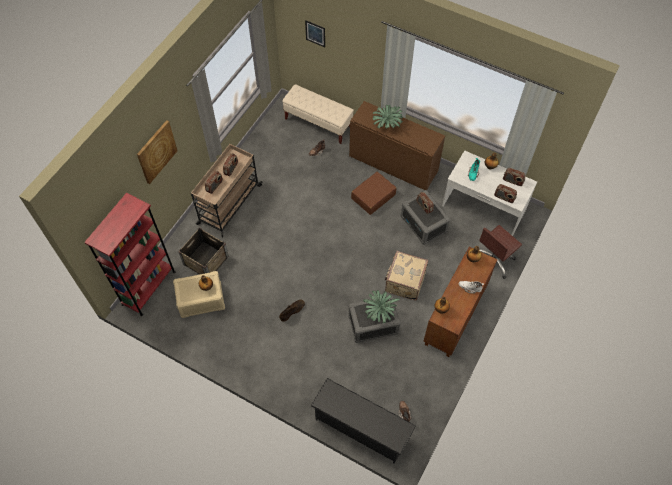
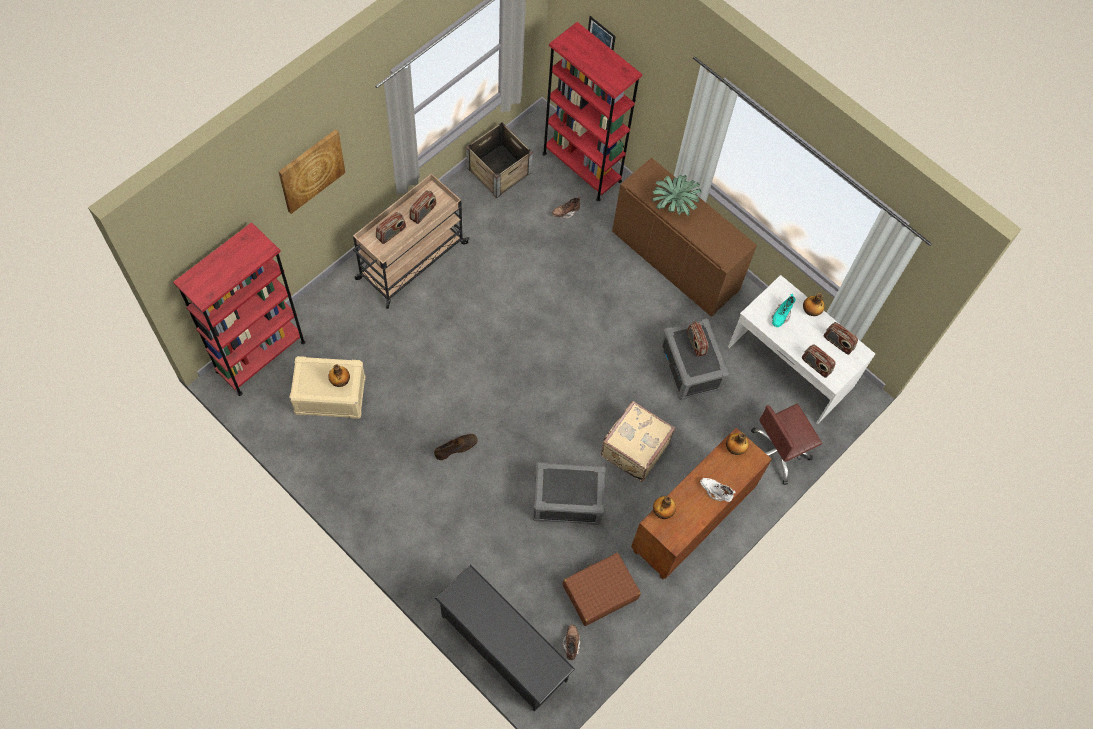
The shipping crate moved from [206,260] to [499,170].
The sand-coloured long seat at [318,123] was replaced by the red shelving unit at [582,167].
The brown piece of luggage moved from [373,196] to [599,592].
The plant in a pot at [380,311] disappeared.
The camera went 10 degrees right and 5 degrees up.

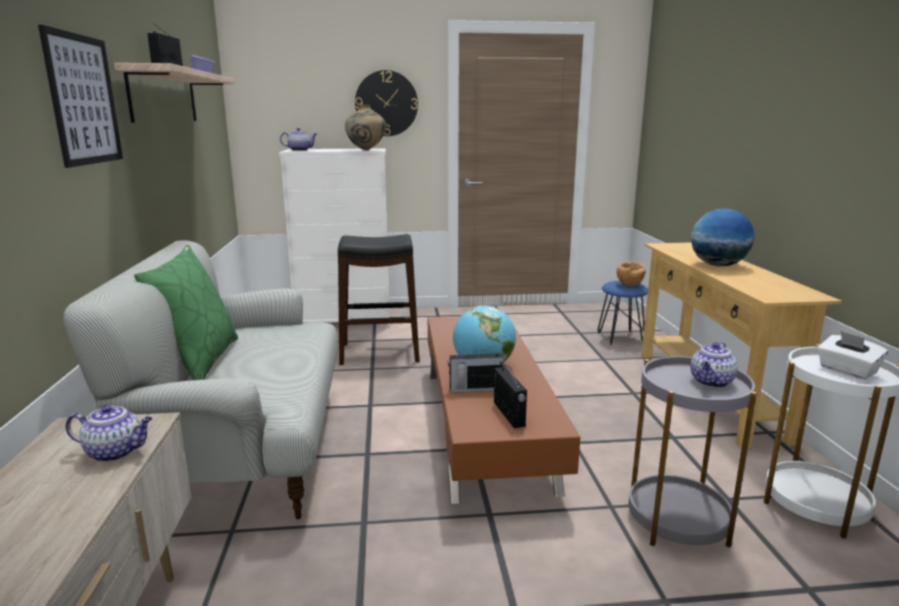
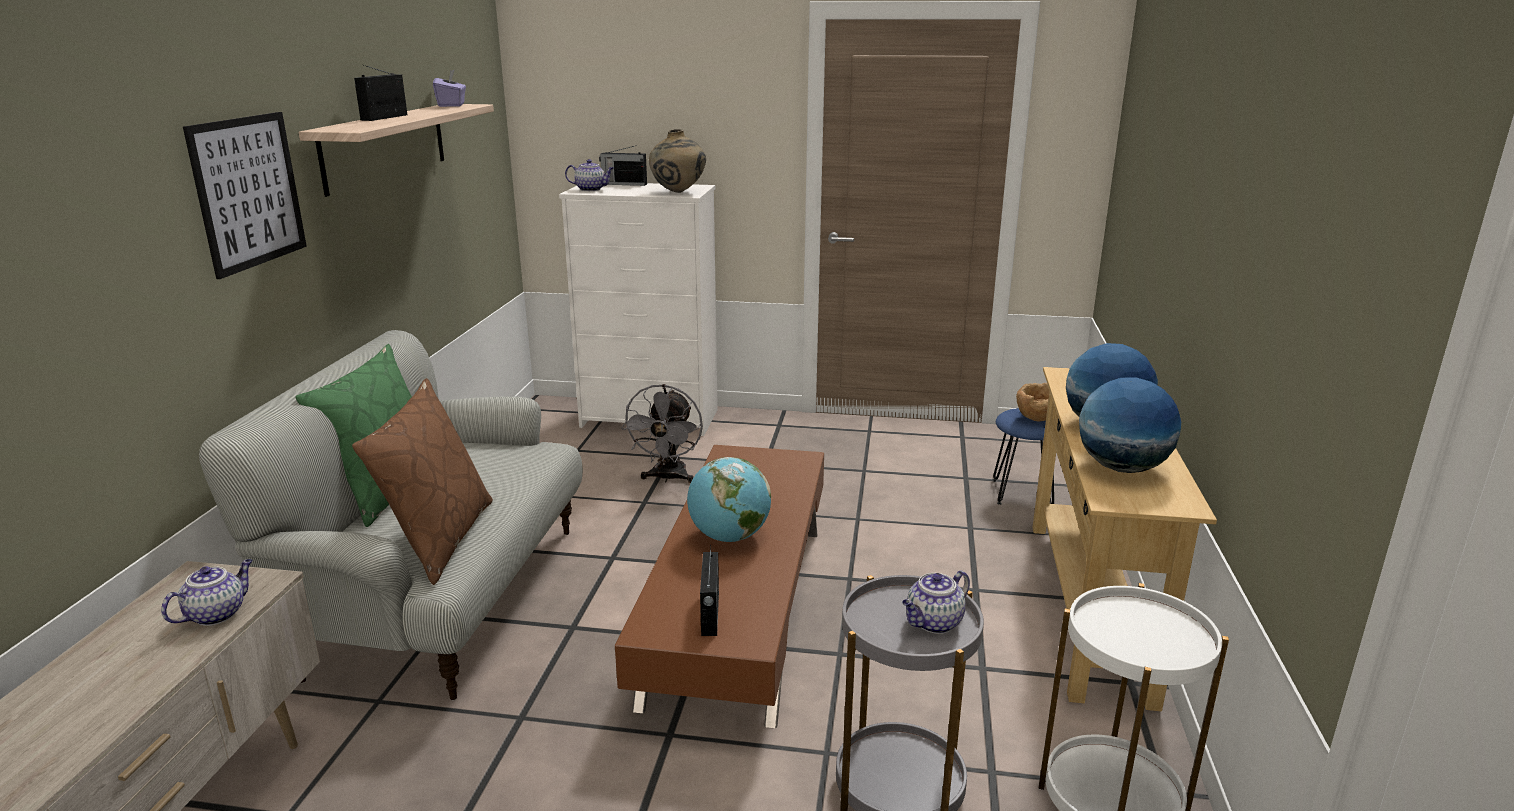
The teapot at [116,452] turned 75 degrees counterclockwise.
The brown cushion at [439,539] appeared.
The radio moved from [474,389] to [623,184].
The black-coloured stool seat at [380,352] was replaced by the grey electric fan at [668,478].
The globe at [1122,467] appeared.
The wall clock at [386,103] disappeared.
The white-coloured box of tissues at [847,370] disappeared.
The camera went 15 degrees right and 5 degrees up.

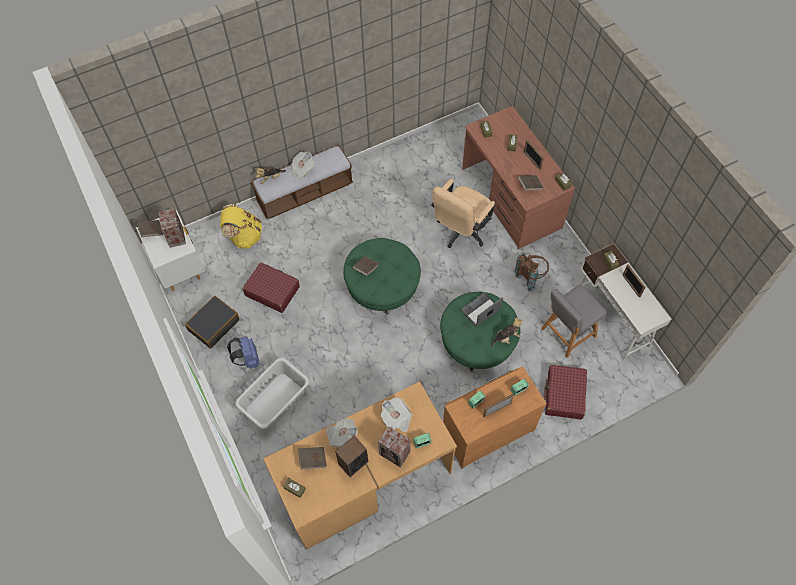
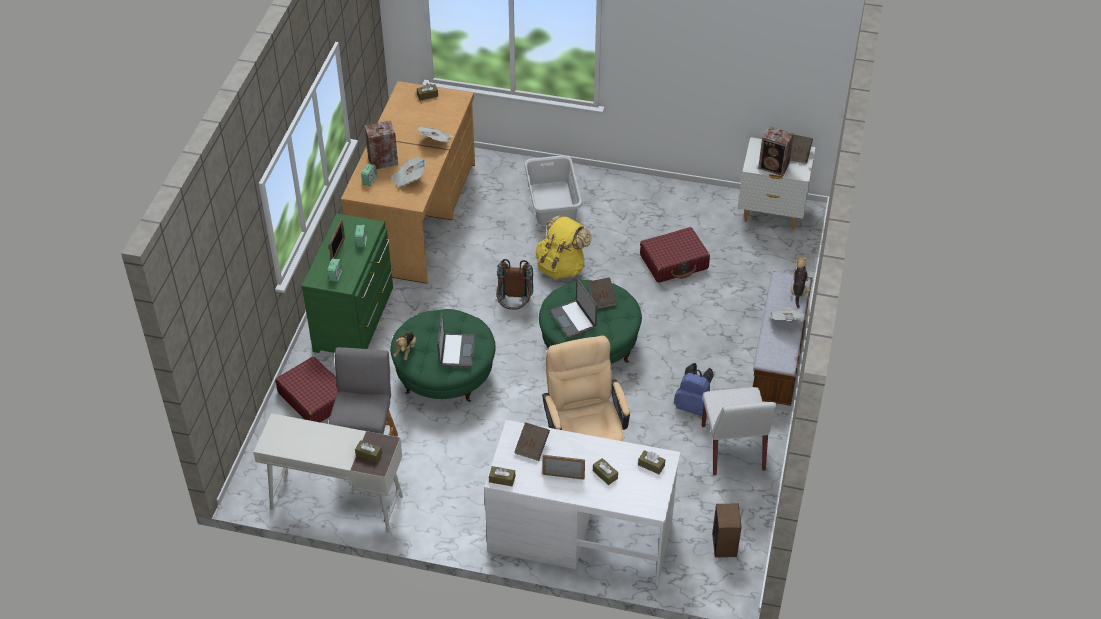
The brown chest of drawers at [486,430] became the greenish chest of drawers at [356,319].
The brown desk at [511,198] became the white-coloured desk at [580,534].
The brown knapsack moved from [531,276] to [514,307].
The yellow knapsack moved from [244,236] to [561,267].
The portable computer at [574,319] appeared.
The blue knapsack moved from [248,359] to [694,406].
The white-coloured plain chair at [733,448] appeared.
The audio speaker moved from [353,462] to [724,545].
The black-coloured piece of luggage at [214,325] disappeared.
The brown volume at [313,459] disappeared.
The picture frame at [631,286] disappeared.
The camera went 130 degrees right and 15 degrees down.

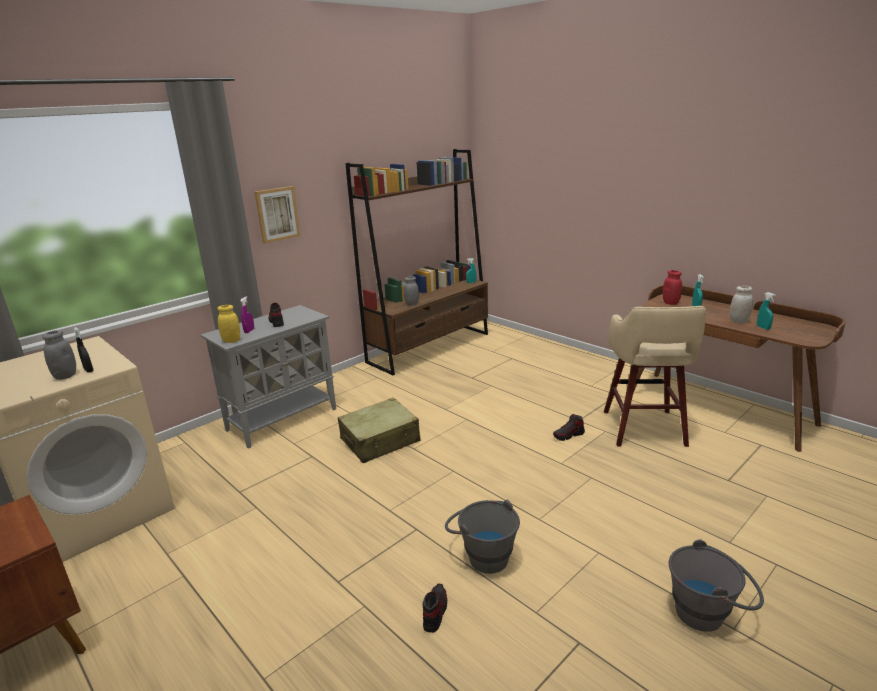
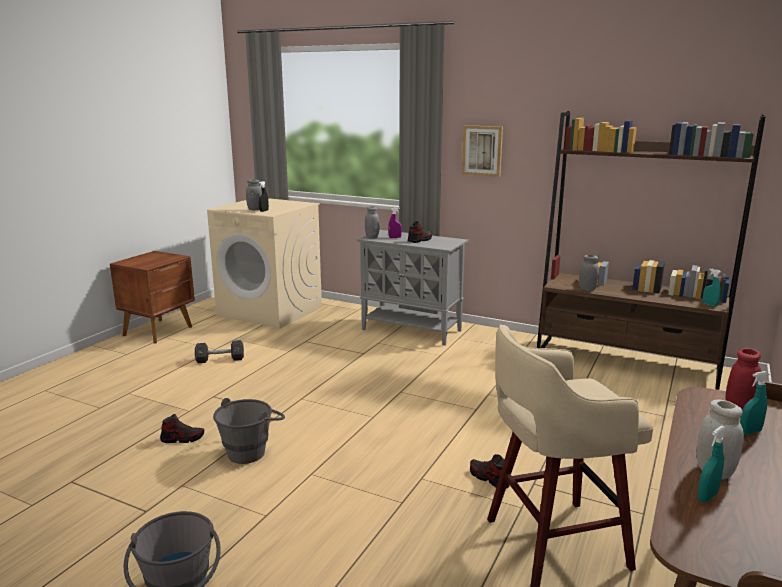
The black-coloured free weight at [220,359] appeared.
The yellow jar at [231,341] became the grey jar at [372,237].
The sand-coloured piece of luggage at [380,440] disappeared.
The camera went 70 degrees right and 5 degrees down.

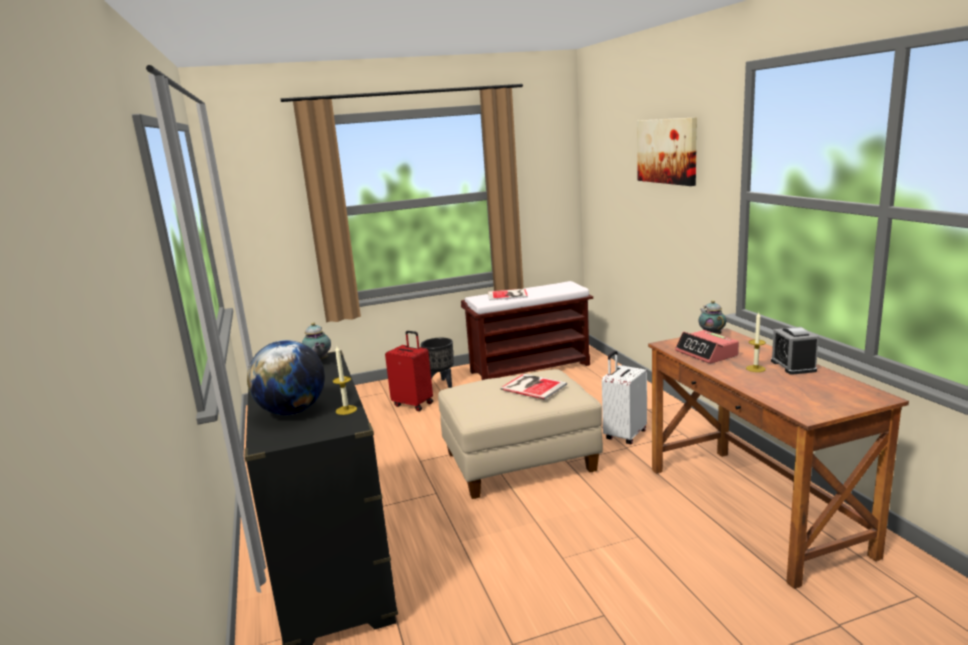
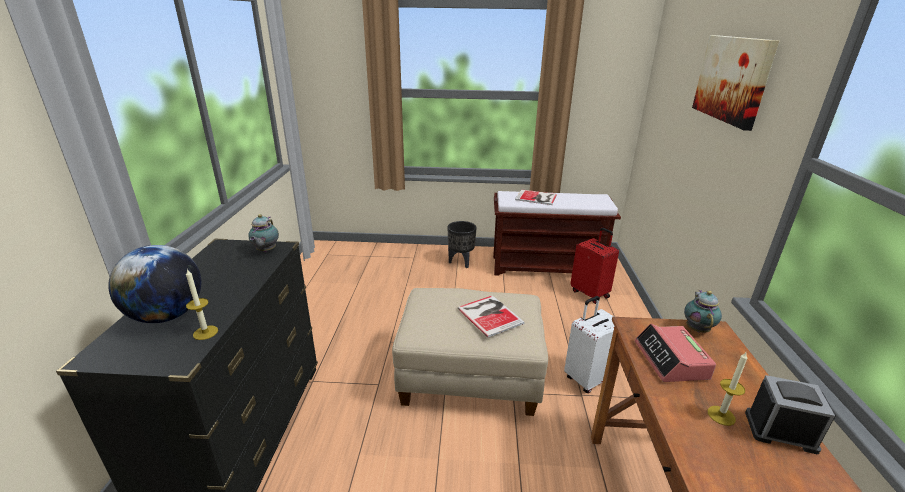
The red piece of luggage moved from [413,404] to [590,293].
The table clock at [793,366] turned 90 degrees clockwise.
The camera went 20 degrees right and 10 degrees up.

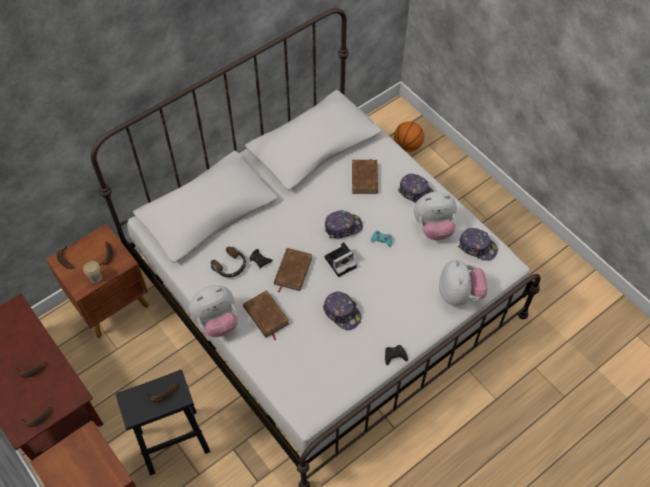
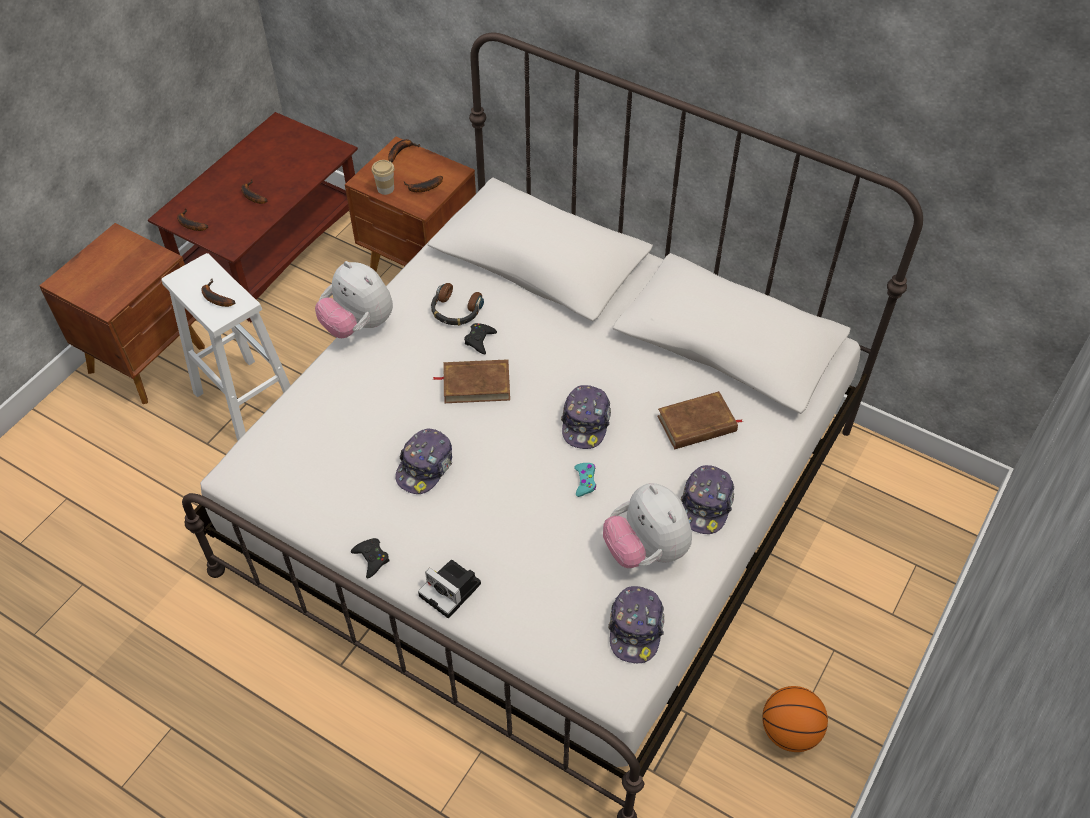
The black-coloured stool seat at [172,442] became the white-coloured stool seat at [245,399].
The photo camera moved from [341,261] to [452,590].
The peaked cap at [343,227] turned 45 degrees clockwise.
The basketball moved from [407,146] to [789,731].
The brown volume at [266,316] disappeared.
The cuddly toy at [459,294] disappeared.
The camera went 70 degrees right and 5 degrees down.

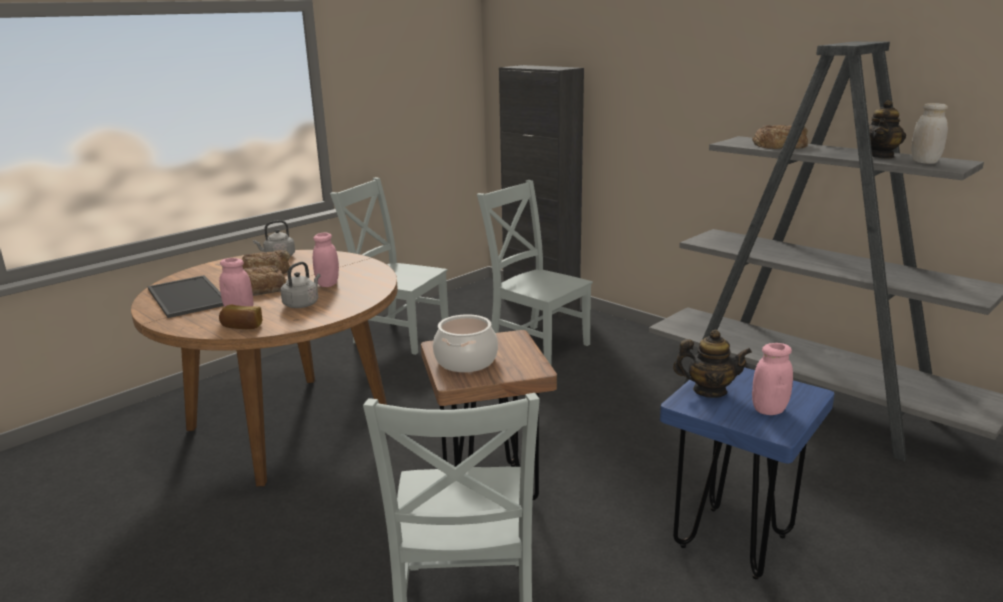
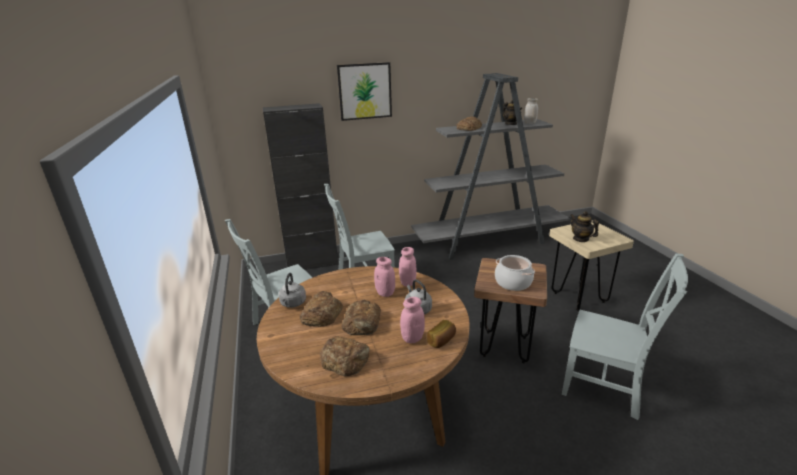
The tray at [189,296] was replaced by the bread at [345,359].
The wall picture at [365,91] appeared.
The pinkish jar moved from [769,410] to [407,283].
The blue stool seat at [732,541] became the sand-coloured stool seat at [579,297].
The teapot at [709,391] turned 75 degrees counterclockwise.
The camera went 60 degrees left and 5 degrees up.

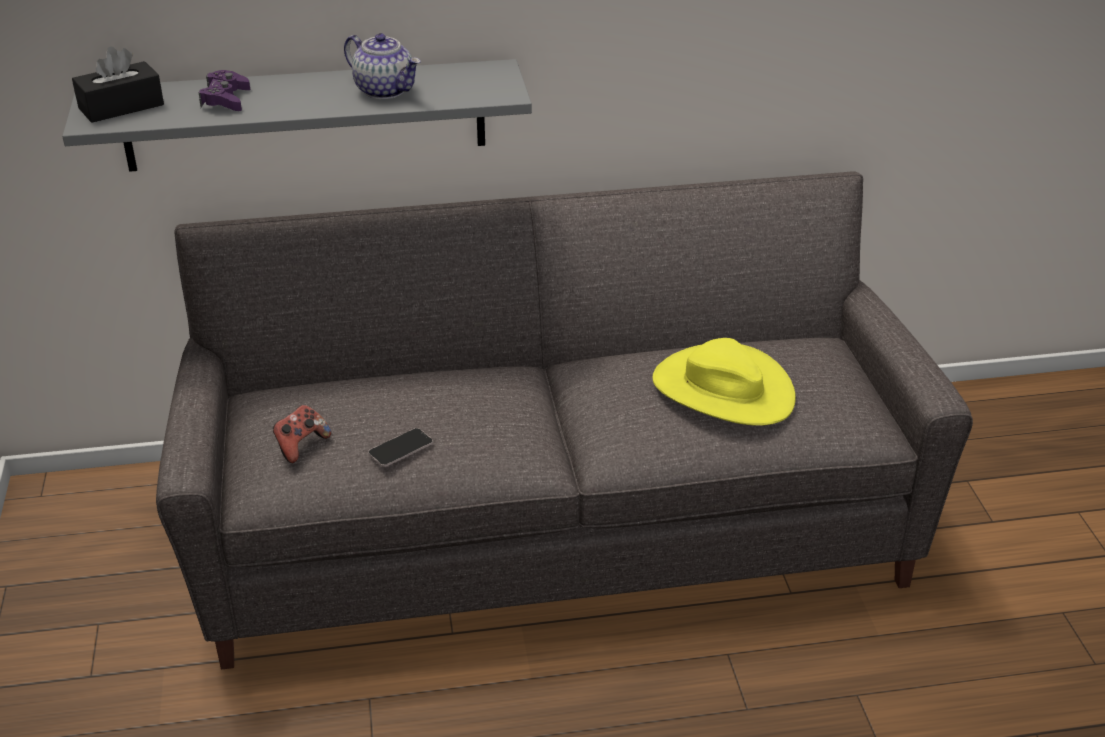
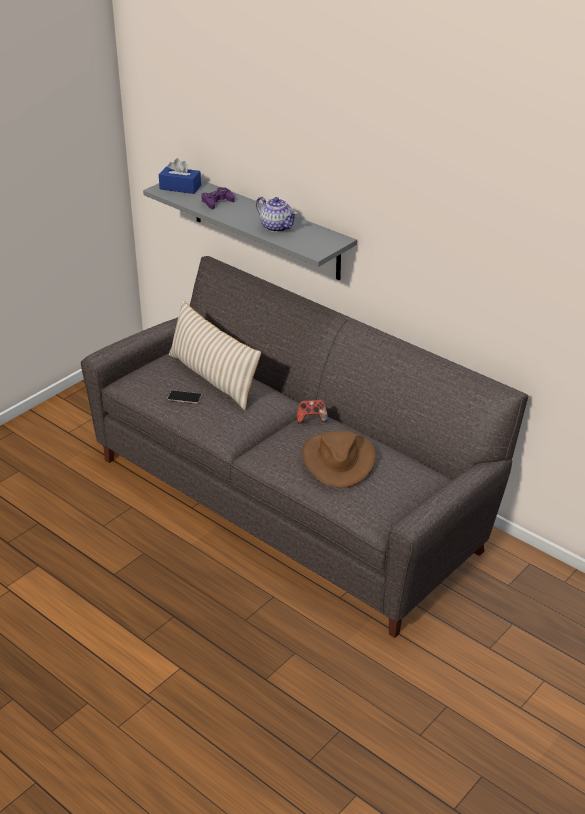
The black-coloured box of tissues at [121,106] became the blue box of tissues at [180,187].
The sand-coloured cushion at [213,378] appeared.
The teapot at [385,90] turned 45 degrees counterclockwise.
The joypad moved from [301,445] to [311,418].
The yellow hat at [722,390] became the brown hat at [338,460].
The camera went 50 degrees right and 0 degrees up.

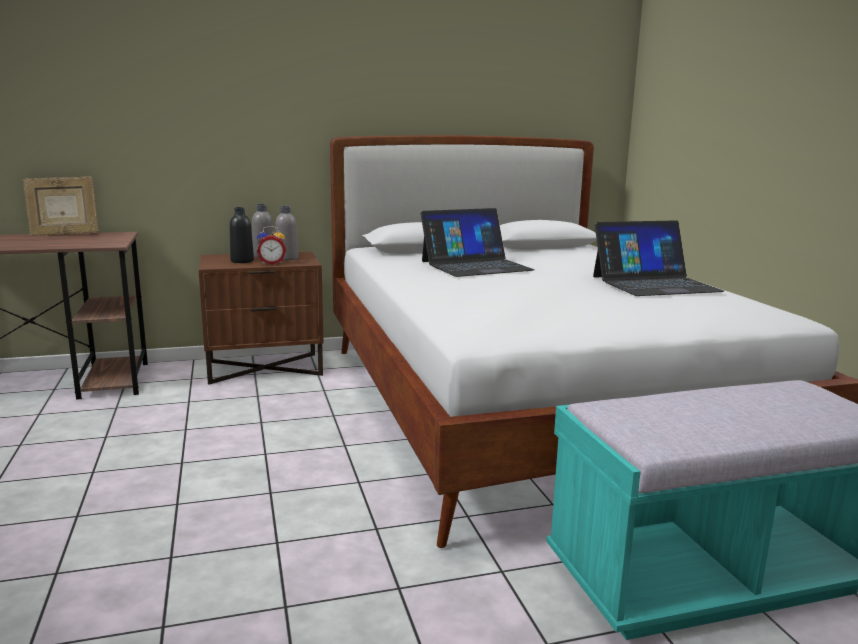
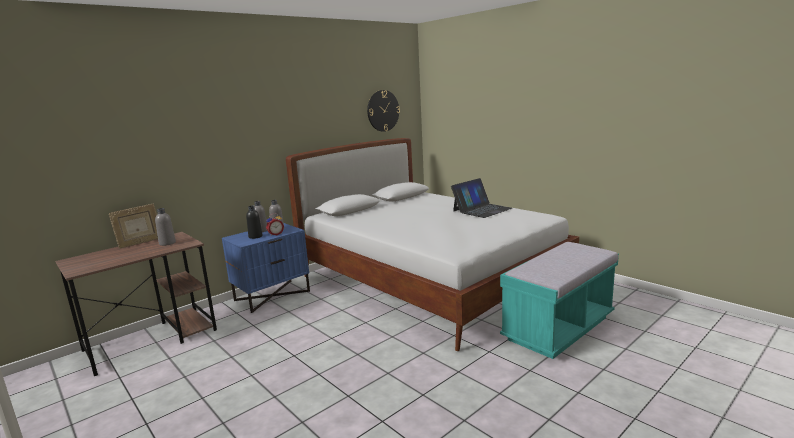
The grey beverage bottle at [167,243] appeared.
The brown night table at [265,368] became the blue night table at [272,295].
The wall clock at [383,111] appeared.
The portable computer at [476,265] disappeared.
The camera went 25 degrees left and 0 degrees up.

